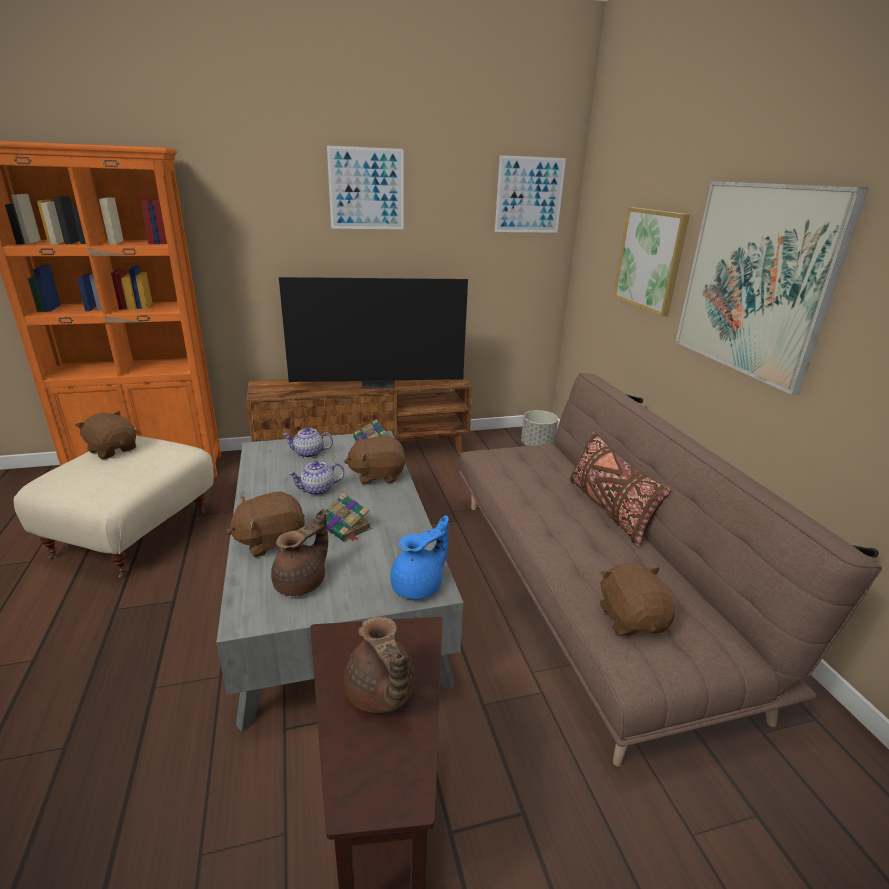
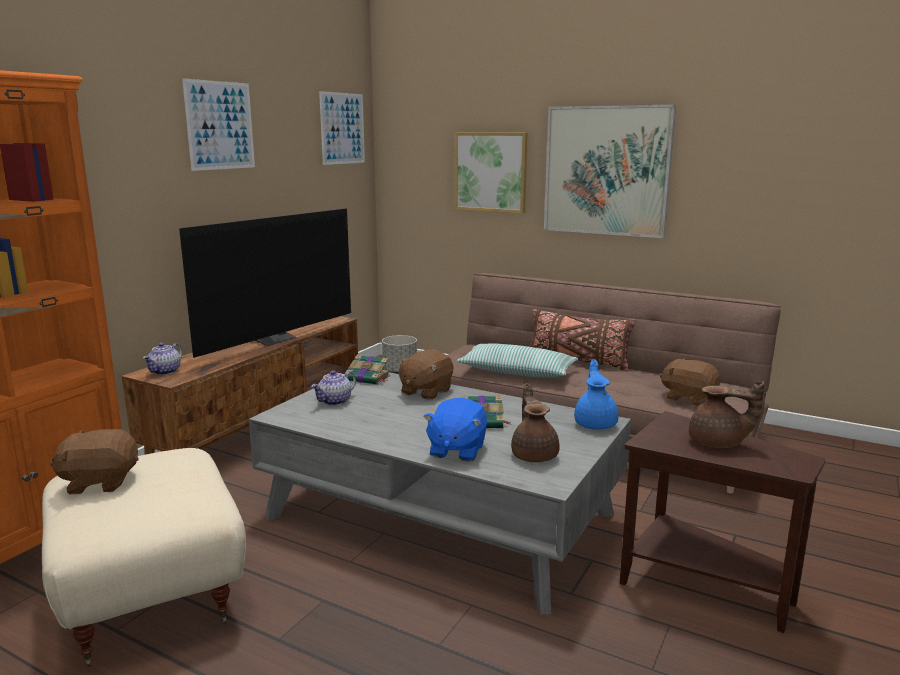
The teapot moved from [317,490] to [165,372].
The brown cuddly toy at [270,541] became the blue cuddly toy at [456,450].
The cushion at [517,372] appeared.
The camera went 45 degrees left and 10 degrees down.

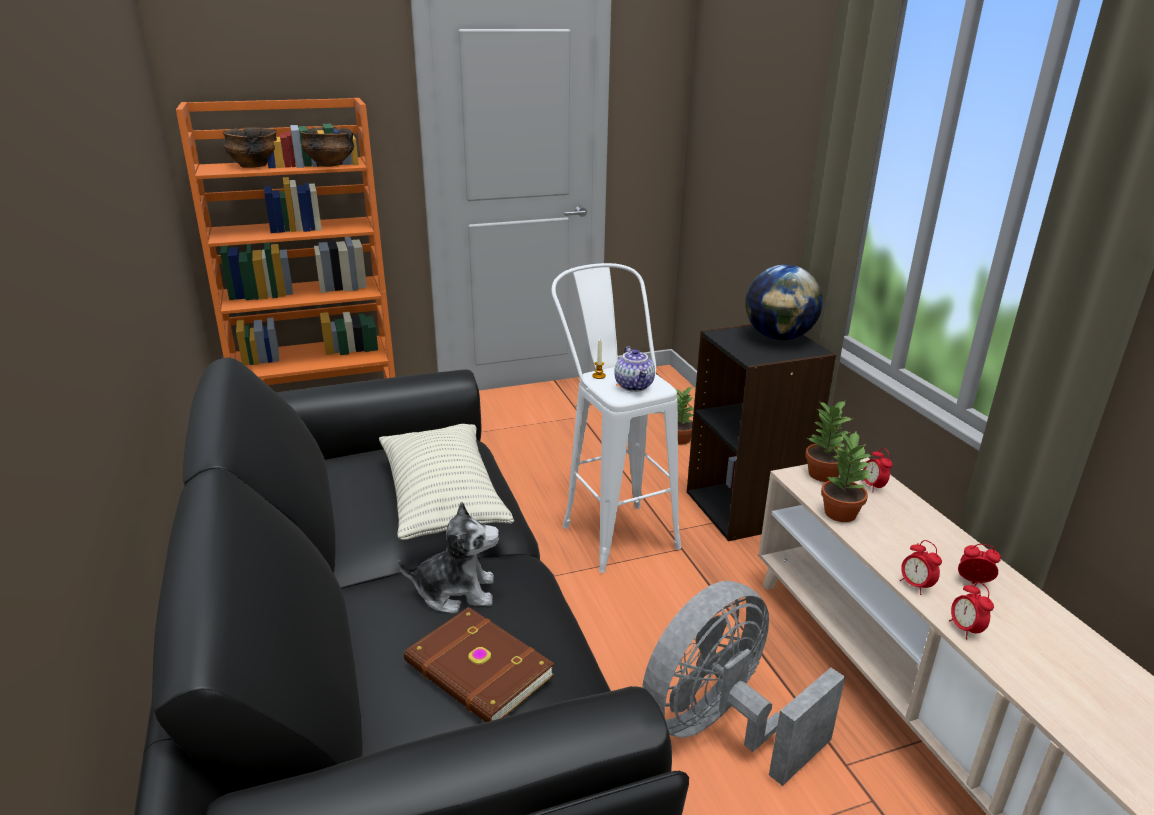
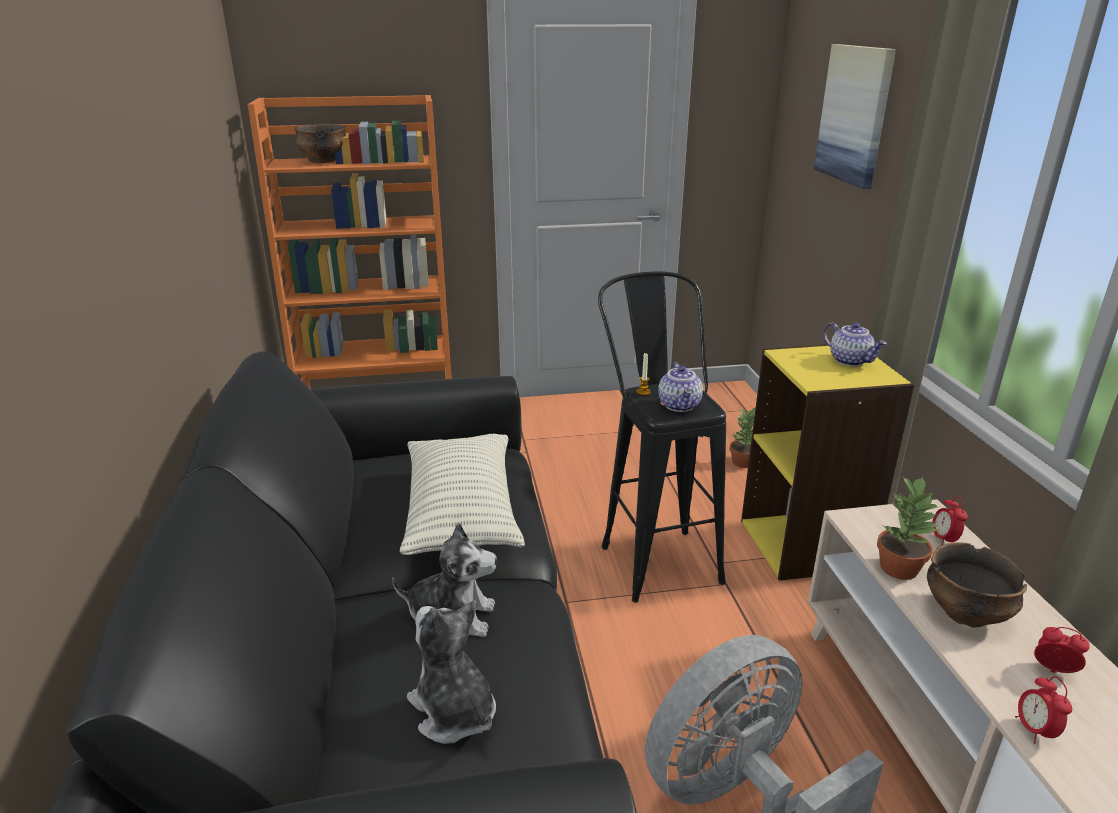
The brown volume at [477,671] was replaced by the cuddly toy at [453,711].
The white-coloured stool seat at [612,528] became the black-coloured stool seat at [653,553].
The black-coloured shelving unit at [746,507] became the yellow shelving unit at [805,544].
The wall picture at [855,114] appeared.
The globe at [779,337] was replaced by the teapot at [850,361].
The serving bowl moved from [330,164] to [965,613].
The plant in a pot at [822,474] disappeared.
The table clock at [915,586] disappeared.
The camera went 10 degrees right and 0 degrees up.

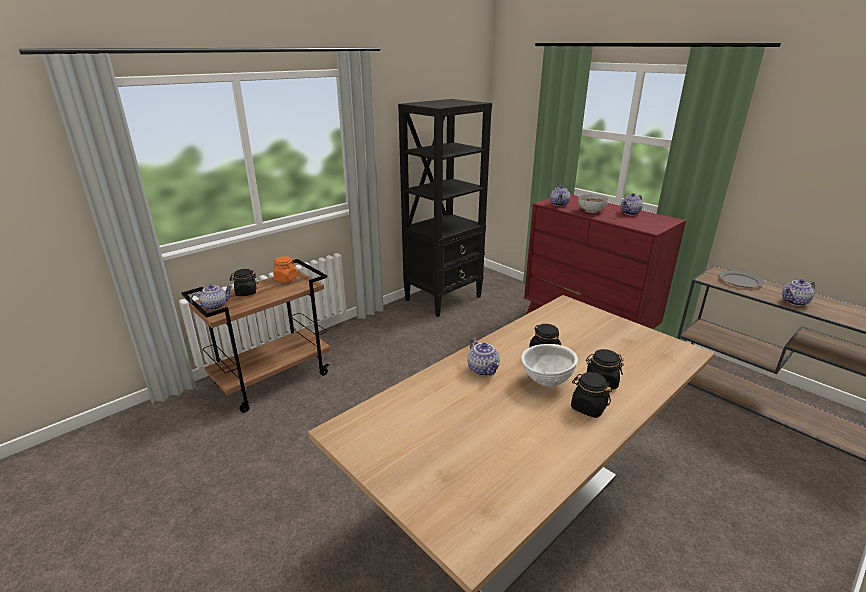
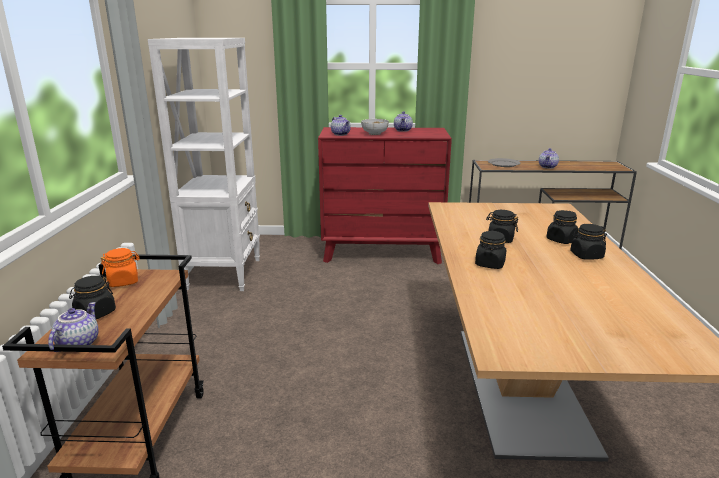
The black-coloured shelving unit at [444,298] became the white-coloured shelving unit at [224,273].
The teapot at [483,369] was replaced by the black-coloured jar at [490,264].
The white-coloured serving bowl at [546,382] disappeared.
The camera went 45 degrees left and 5 degrees down.

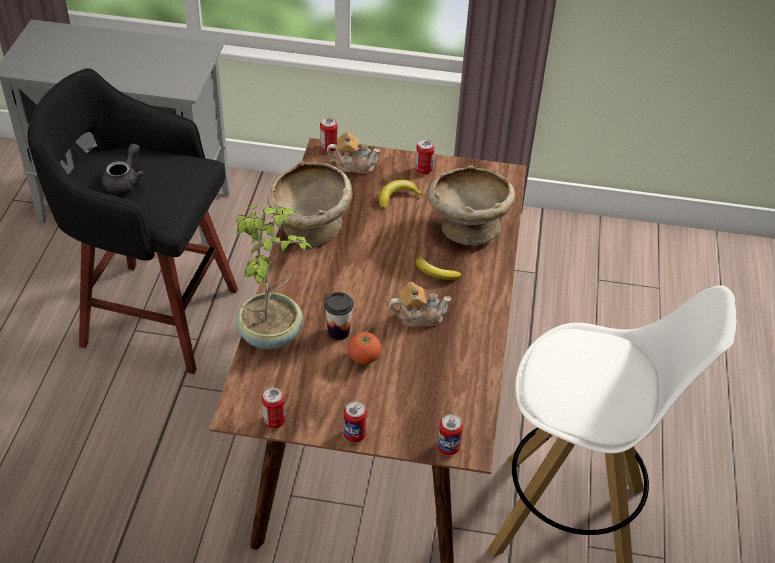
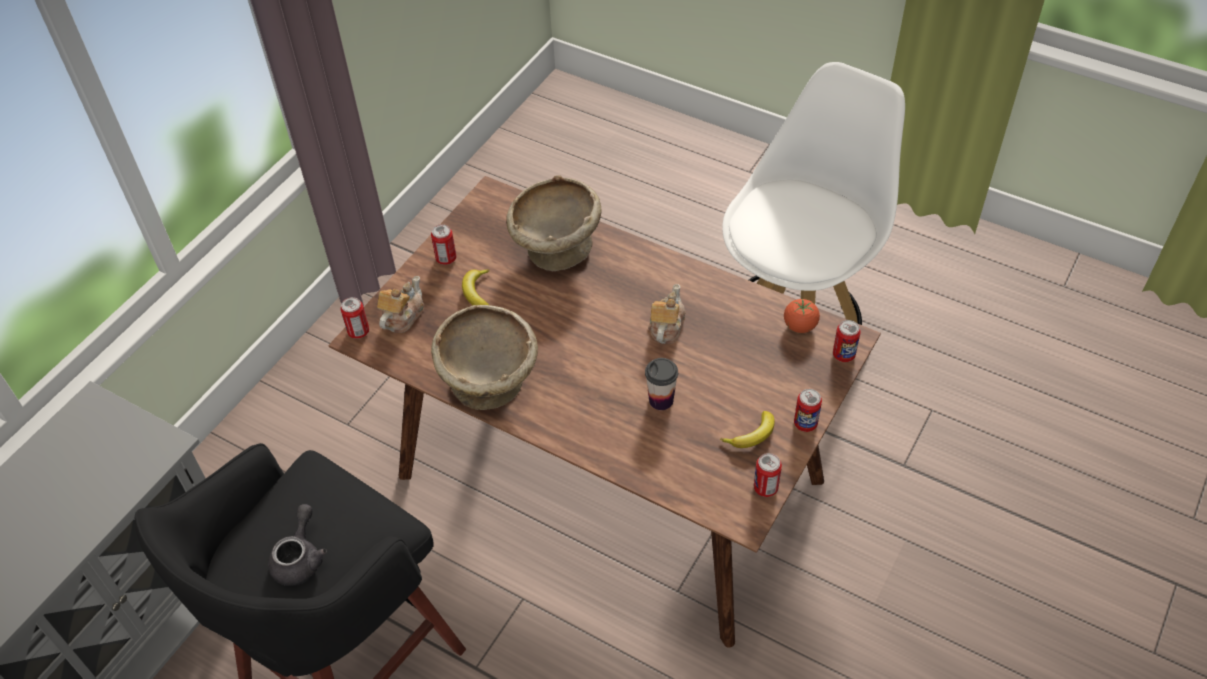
The grey teapot at [125,181] turned 60 degrees clockwise.
The whole banana moved from [435,273] to [752,435].
The tomato moved from [364,358] to [800,326].
The plant in a pot at [272,333] disappeared.
The camera went 65 degrees left and 5 degrees up.

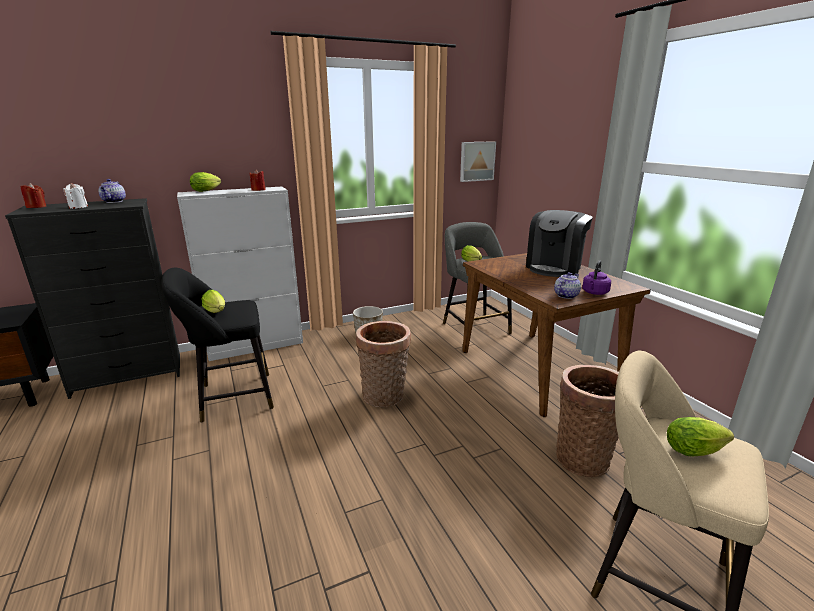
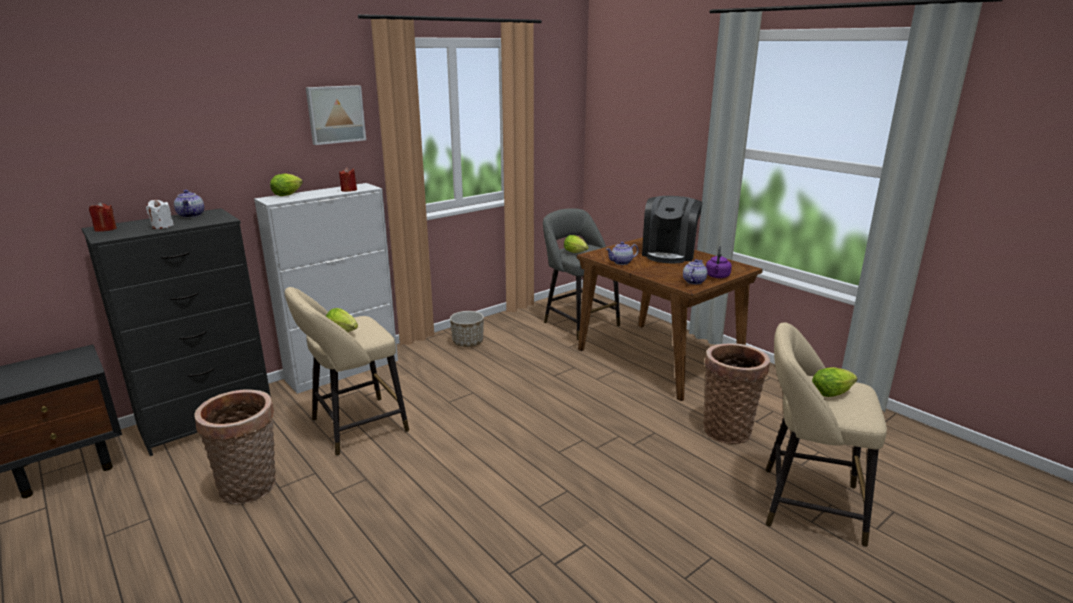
The storage basket moved from [385,397] to [250,488].
The black-coloured stool seat at [231,397] became the sand-coloured stool seat at [354,427].
The wall picture moved from [476,161] to [335,114].
The teapot at [621,262] appeared.
The camera went 15 degrees left and 0 degrees up.

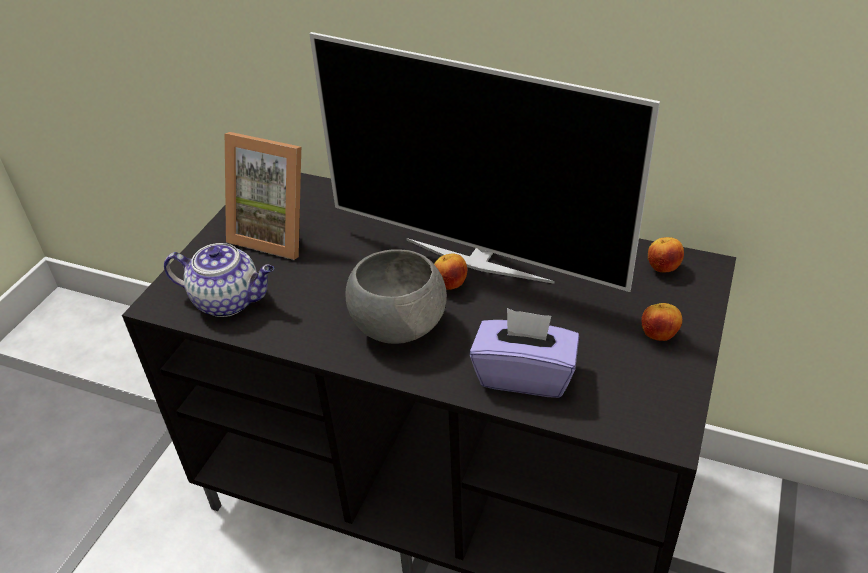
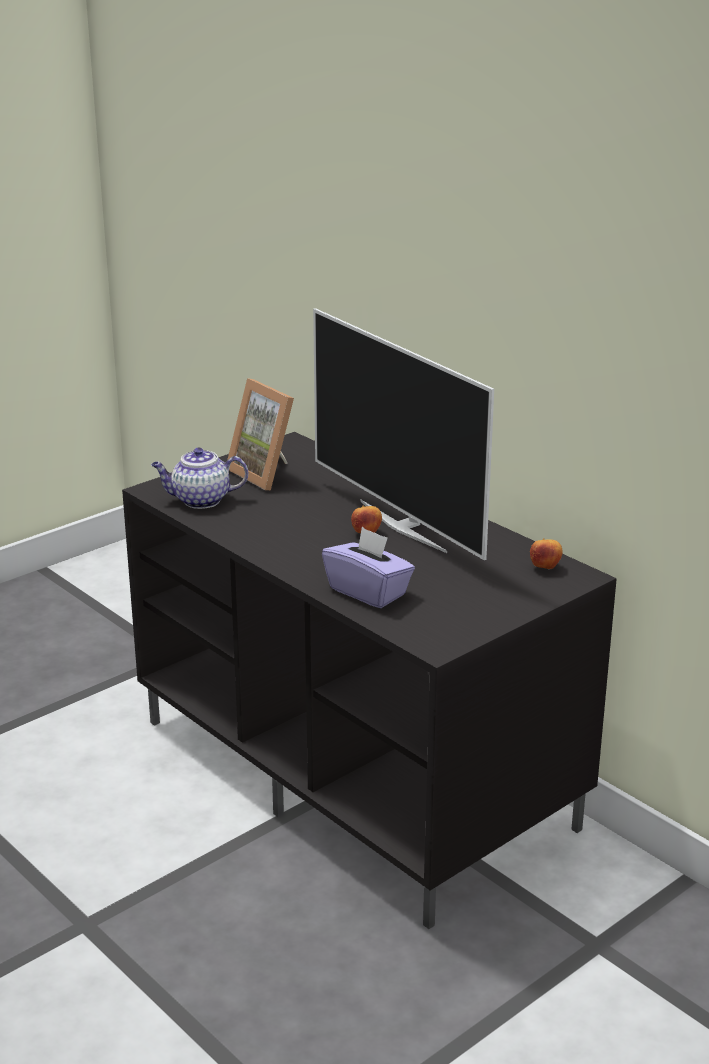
The teapot at [229,300] turned 135 degrees clockwise.
The grey serving bowl at [398,326] disappeared.
The apple at [658,335] disappeared.
The camera went 25 degrees right and 15 degrees down.

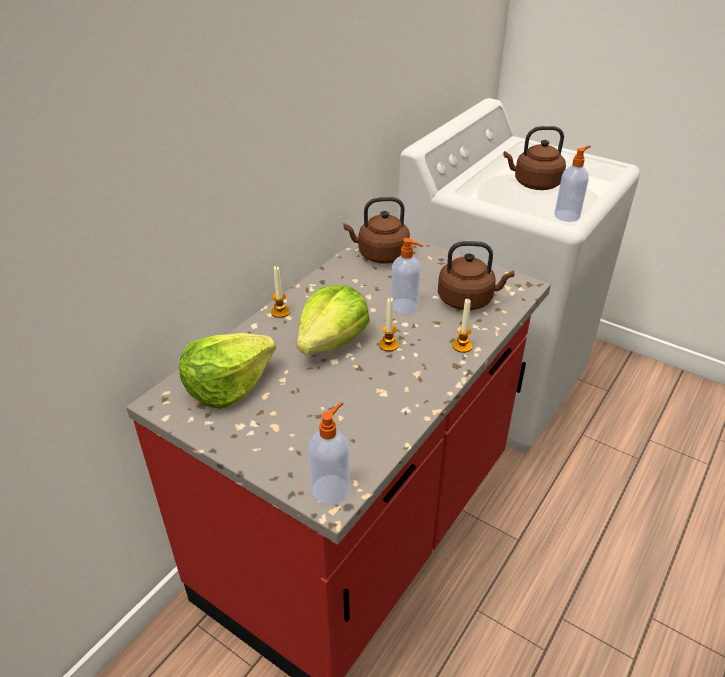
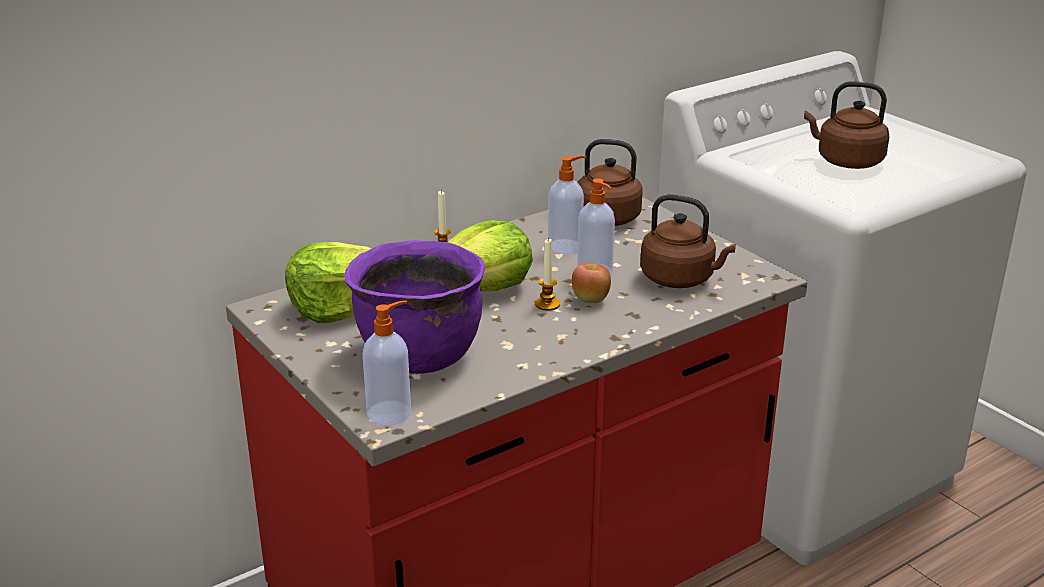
The purple stockpot at [418,355] appeared.
The soap dispenser moved from [567,215] to [566,246].
The apple at [590,300] appeared.
The candle at [462,346] disappeared.
The camera went 20 degrees right and 10 degrees down.

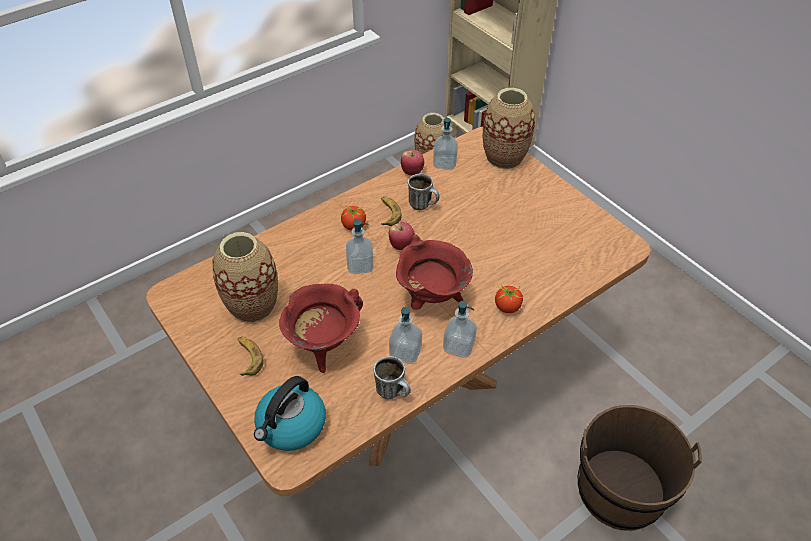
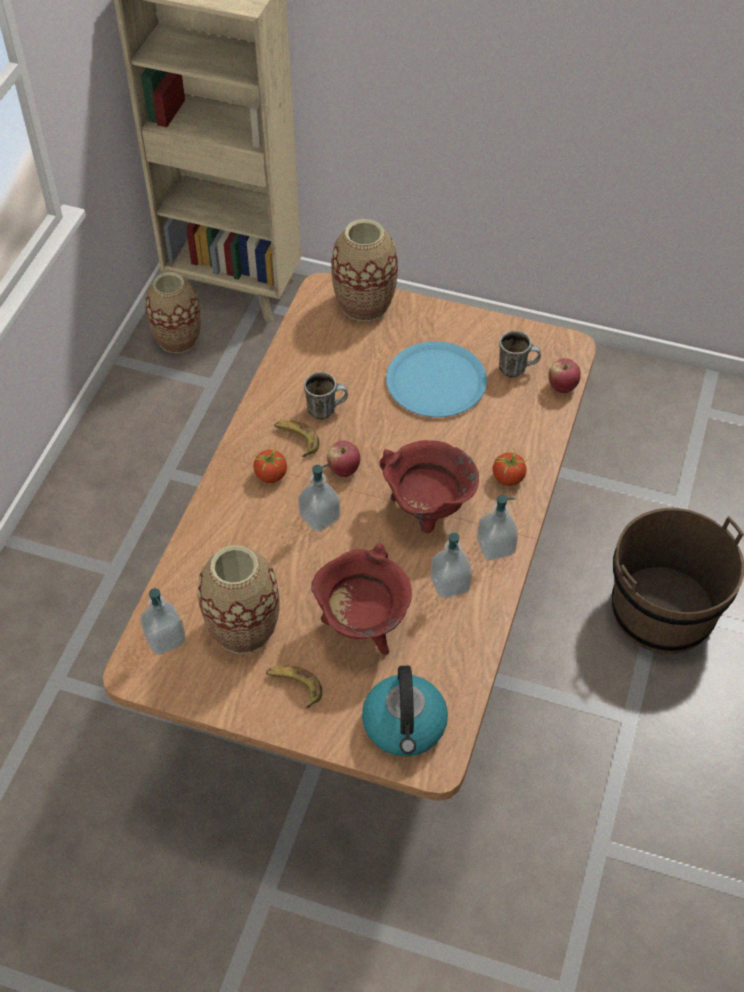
The soap dispenser moved from [445,163] to [165,638].
The blue dinner plate at [436,381] appeared.
The mug moved from [394,392] to [517,368].
The apple moved from [412,172] to [562,387].
The camera went 35 degrees left and 5 degrees up.

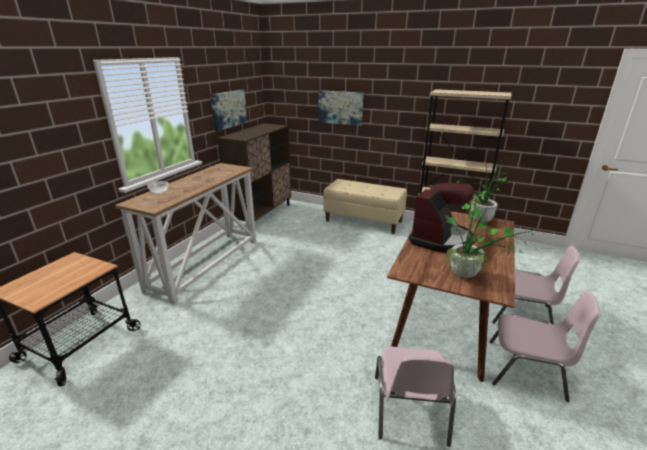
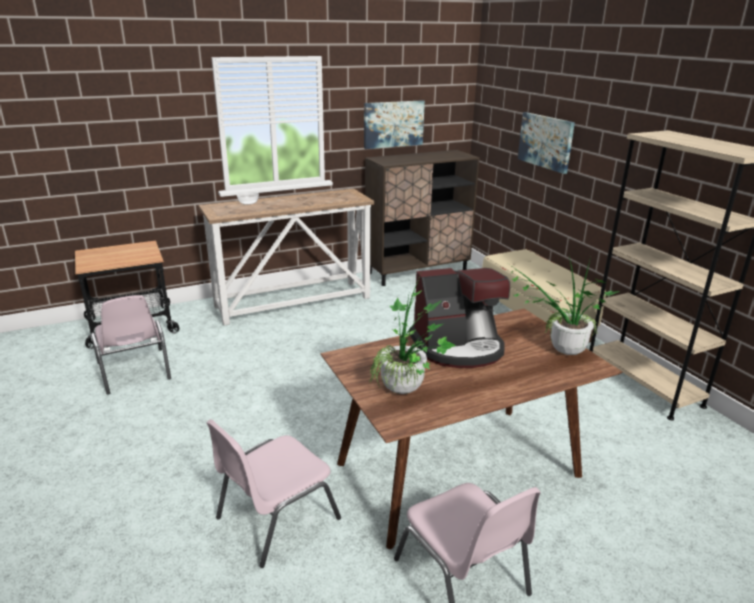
The pinkish plain chair moved from [522,314] to [134,371].
The camera went 40 degrees right and 0 degrees up.

